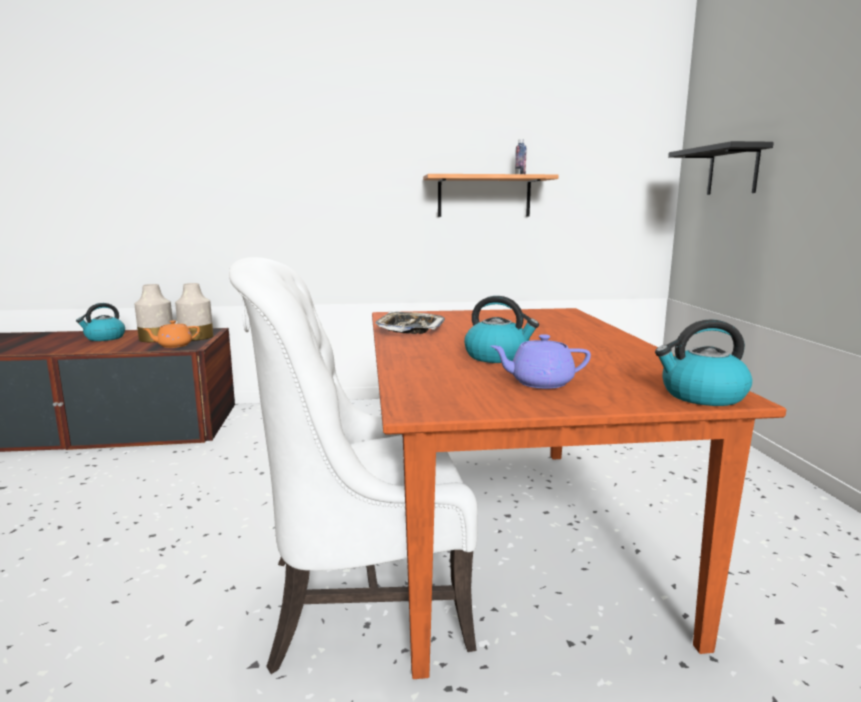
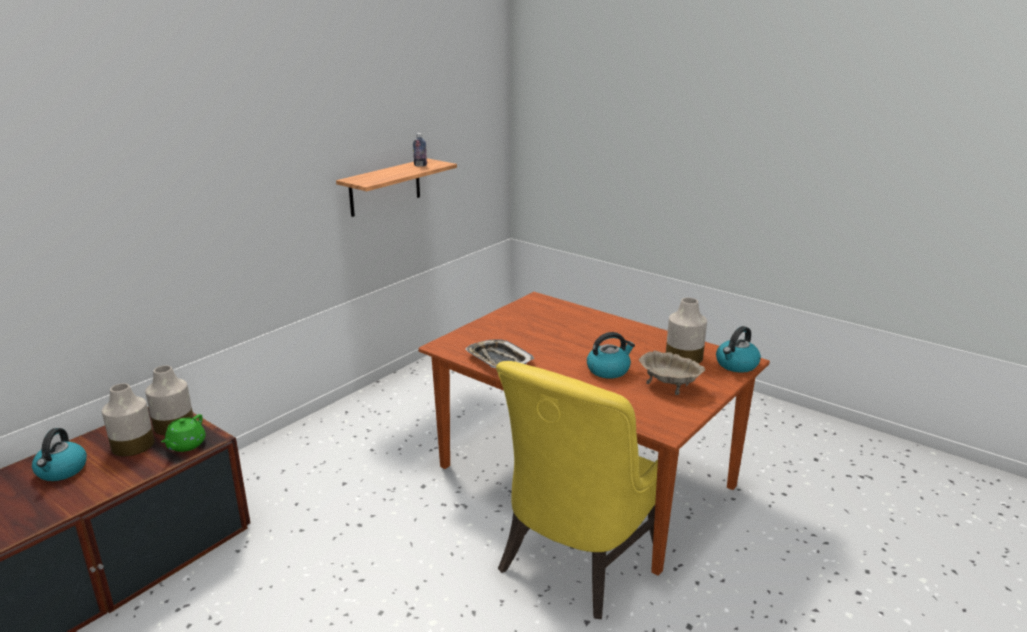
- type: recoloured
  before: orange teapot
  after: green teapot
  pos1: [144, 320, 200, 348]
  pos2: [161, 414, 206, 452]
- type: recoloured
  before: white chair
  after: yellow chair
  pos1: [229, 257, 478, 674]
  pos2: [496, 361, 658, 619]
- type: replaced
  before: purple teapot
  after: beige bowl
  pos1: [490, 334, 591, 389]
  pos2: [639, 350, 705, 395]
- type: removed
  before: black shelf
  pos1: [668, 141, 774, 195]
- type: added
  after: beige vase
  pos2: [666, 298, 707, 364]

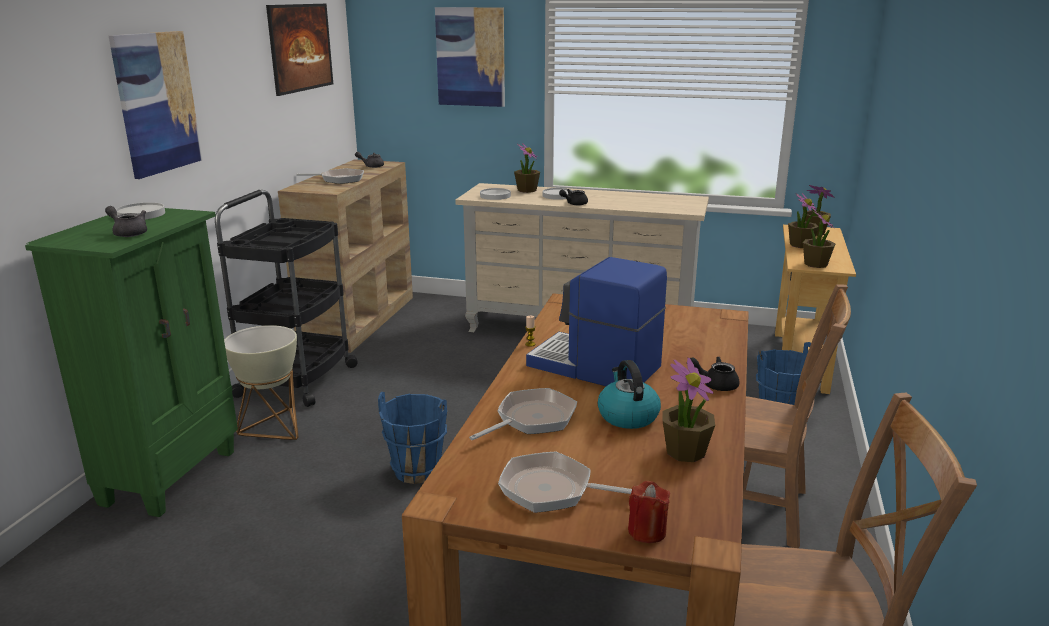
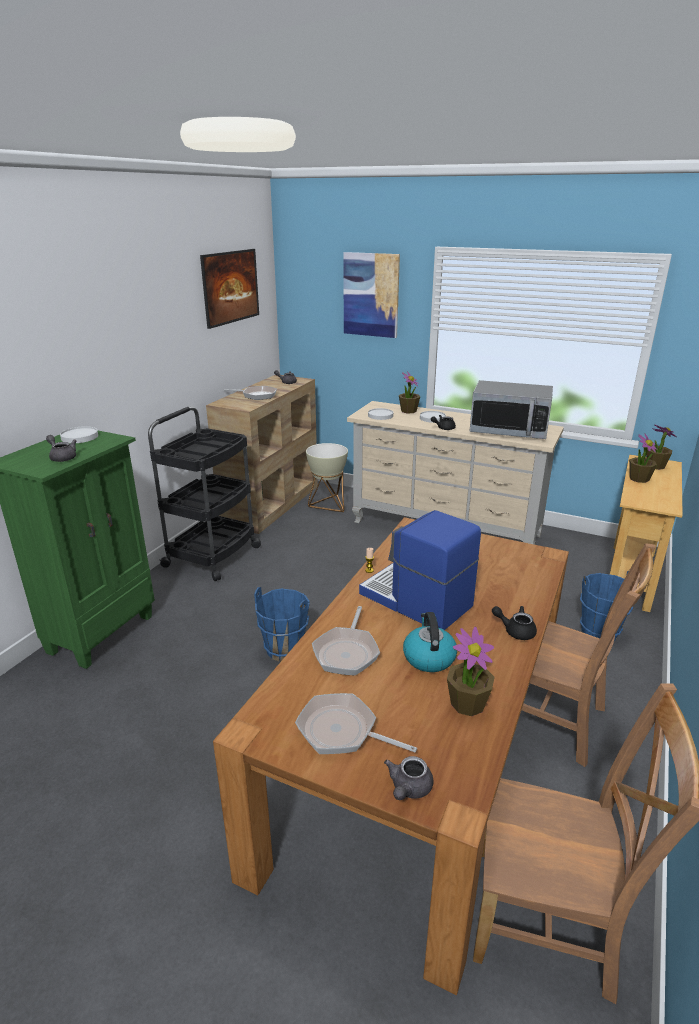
- type: removed
  before: picture
  pos1: [109, 31, 202, 179]
- type: moved
  before: planter
  pos1: [224, 325, 298, 440]
  pos2: [306, 443, 348, 512]
- type: turned
  before: frying pan
  pos1: [469, 388, 577, 440]
  pos2: [312, 606, 380, 676]
  turn: 135
- type: replaced
  before: red candle
  after: grey teapot
  pos1: [628, 481, 670, 543]
  pos2: [384, 756, 433, 800]
- type: removed
  before: potted plant
  pos1: [803, 208, 836, 268]
- type: added
  after: microwave
  pos2: [470, 380, 553, 439]

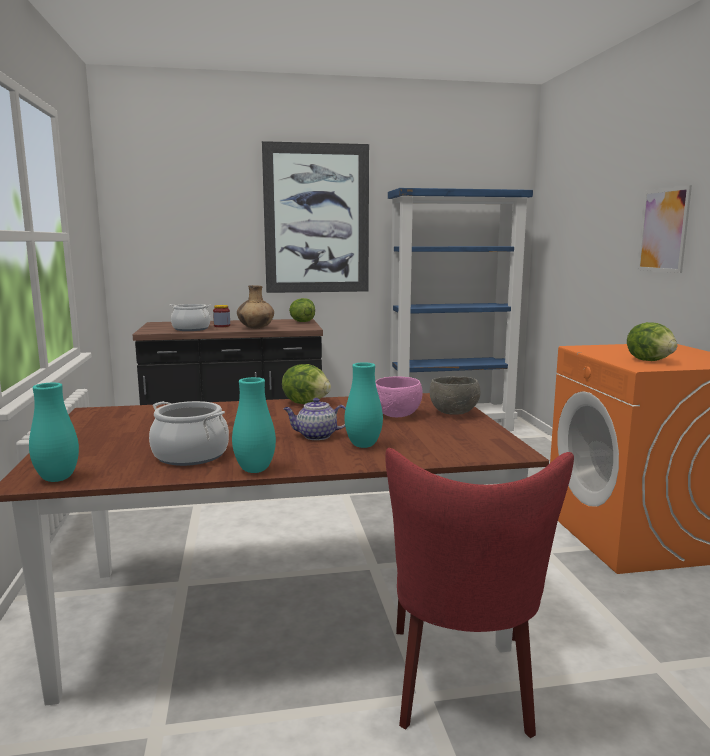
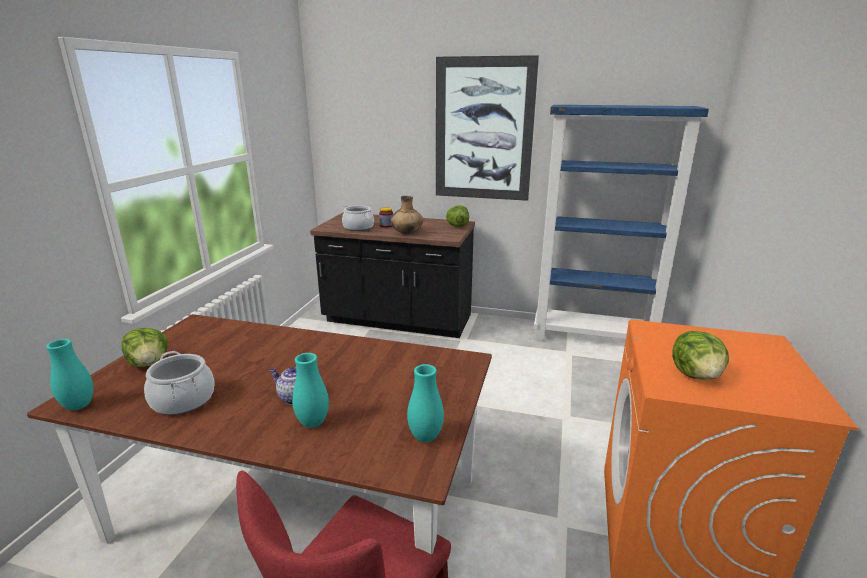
- type: moved
  before: turquoise vase
  pos1: [232, 377, 276, 473]
  pos2: [407, 364, 444, 442]
- type: moved
  before: lettuce
  pos1: [282, 364, 331, 404]
  pos2: [121, 328, 168, 368]
- type: removed
  before: pink bowl
  pos1: [375, 376, 423, 417]
- type: removed
  before: grey bowl
  pos1: [430, 376, 480, 415]
- type: removed
  before: picture
  pos1: [637, 185, 692, 273]

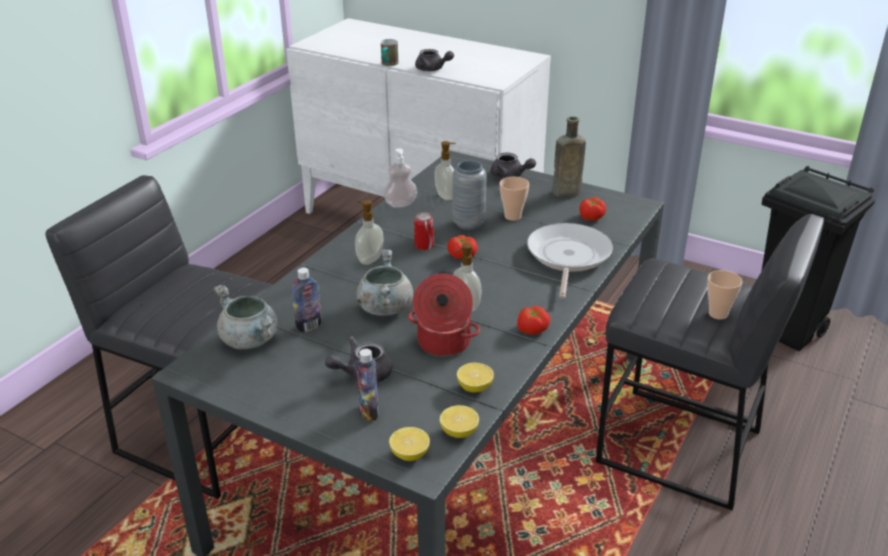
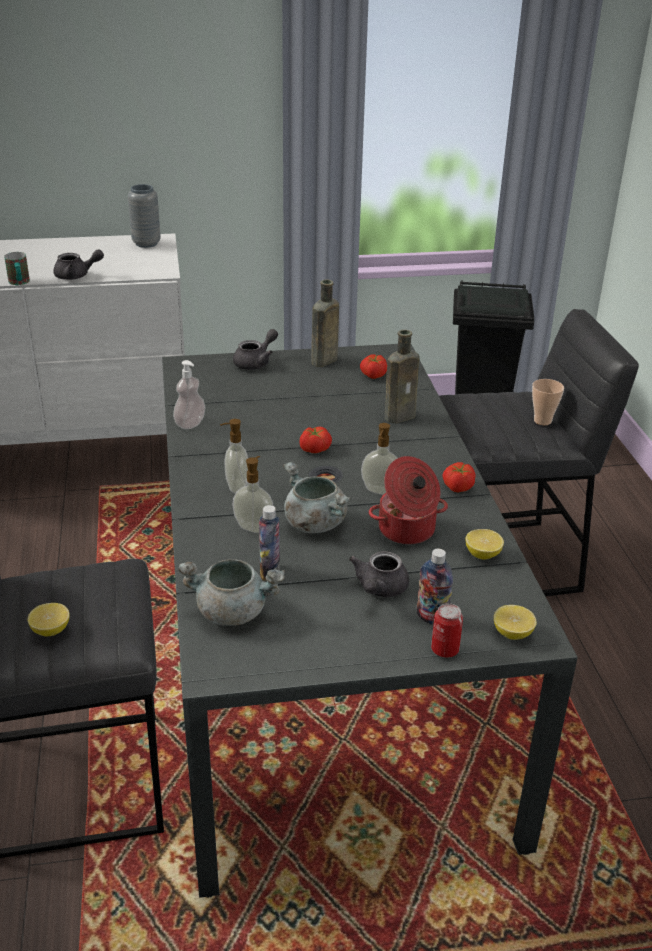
- type: moved
  before: can
  pos1: [414, 212, 434, 250]
  pos2: [431, 603, 463, 658]
- type: moved
  before: soap dispenser
  pos1: [435, 141, 456, 200]
  pos2: [233, 456, 274, 533]
- type: moved
  before: lemon
  pos1: [440, 405, 479, 438]
  pos2: [28, 603, 70, 636]
- type: moved
  before: grey vase
  pos1: [453, 160, 487, 230]
  pos2: [128, 184, 161, 248]
- type: turned
  before: grey teapot
  pos1: [491, 152, 536, 179]
  pos2: [233, 329, 278, 370]
  turn: -45
- type: removed
  before: cup
  pos1: [500, 177, 529, 221]
- type: replaced
  before: frying pan
  after: brown bottle
  pos1: [527, 223, 613, 299]
  pos2: [385, 330, 420, 423]

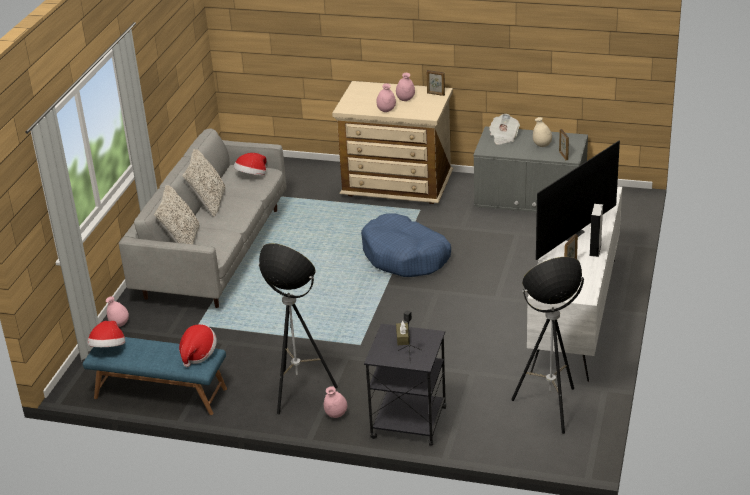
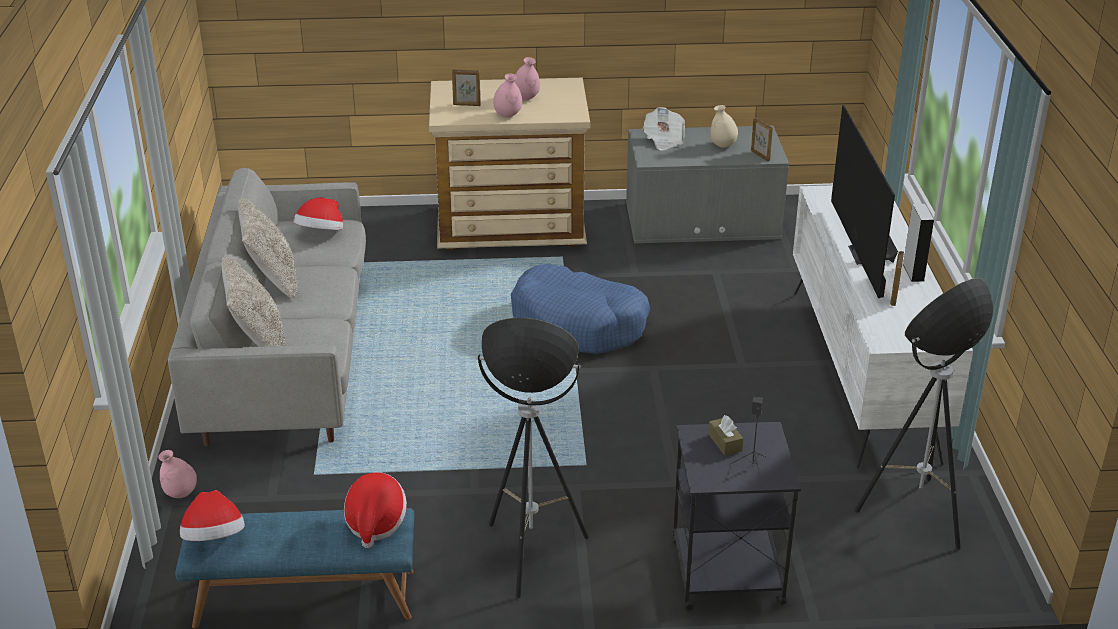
- type: removed
  before: pink vase
  pos1: [324, 386, 347, 418]
- type: moved
  before: picture frame
  pos1: [427, 70, 445, 96]
  pos2: [452, 69, 481, 106]
- type: turned
  before: television
  pos1: [536, 141, 620, 260]
  pos2: [831, 105, 898, 298]
  turn: 150

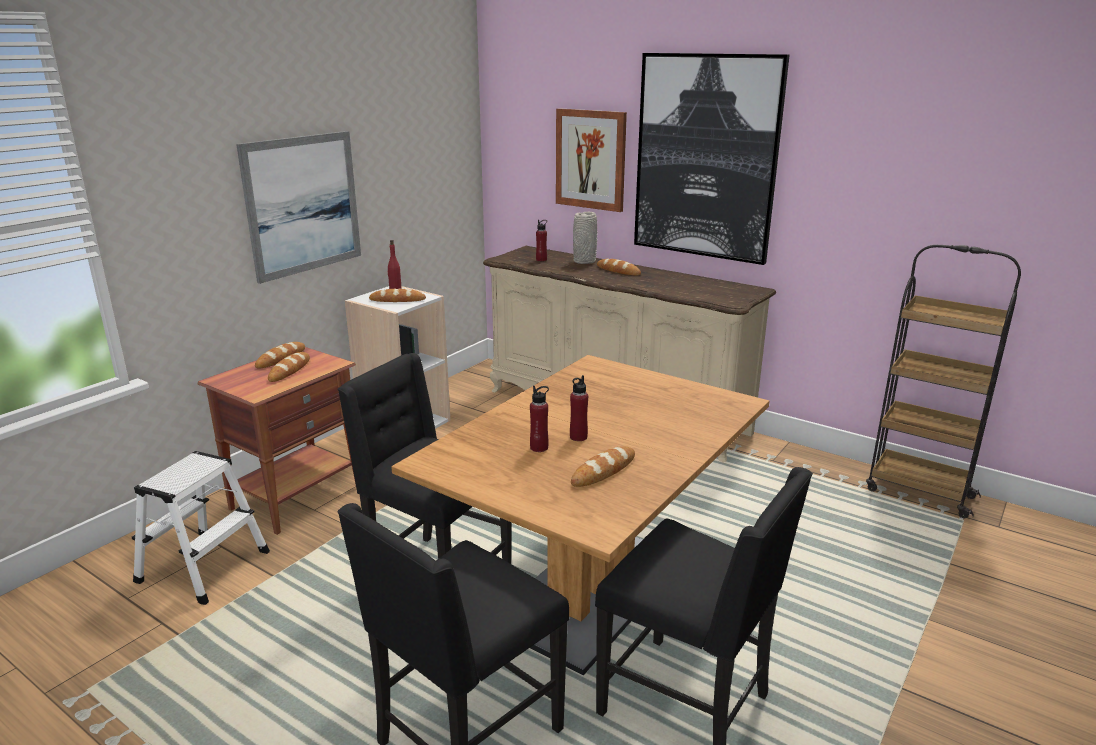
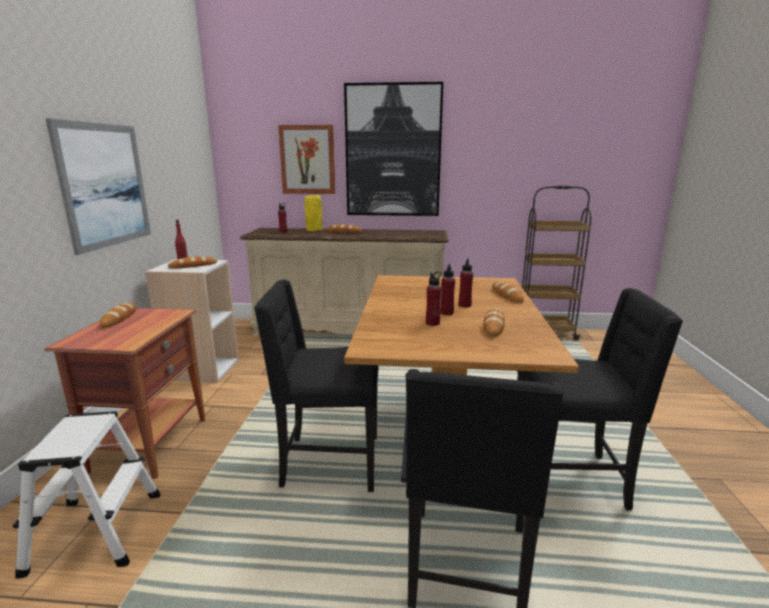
- type: moved
  before: bread
  pos1: [268, 352, 310, 382]
  pos2: [492, 282, 524, 303]
- type: recoloured
  before: grey vase
  after: yellow vase
  pos1: [573, 212, 597, 264]
  pos2: [305, 195, 322, 231]
- type: added
  after: red bottle
  pos2: [459, 258, 473, 308]

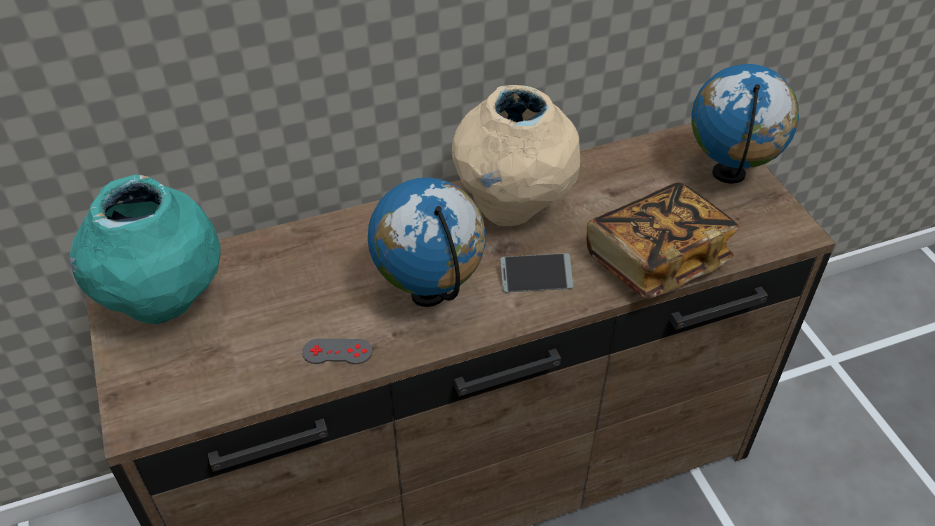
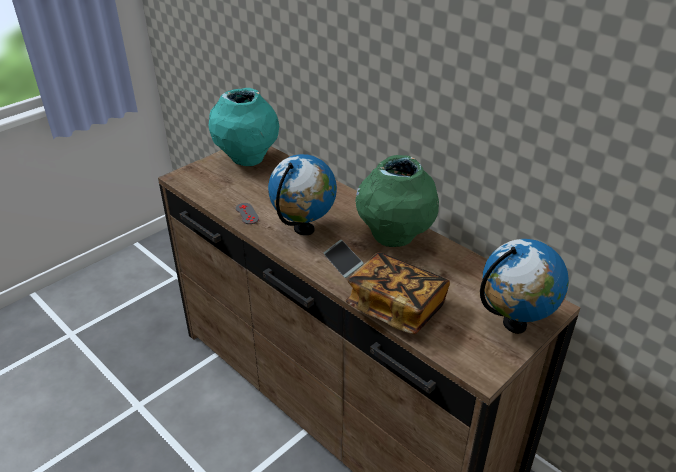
- type: recoloured
  before: beige vase
  after: green vase
  pos1: [452, 85, 580, 226]
  pos2: [356, 155, 439, 247]

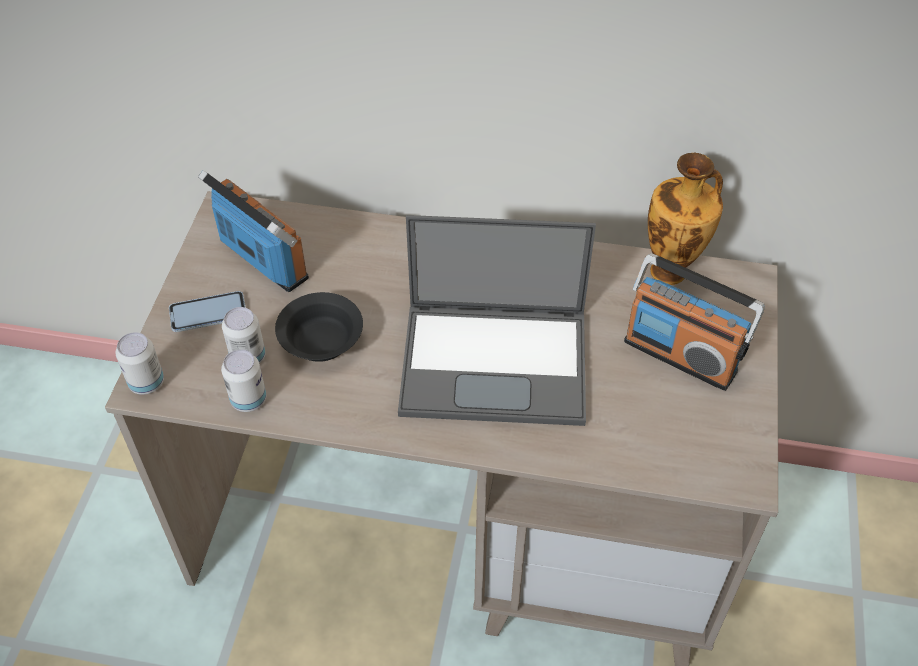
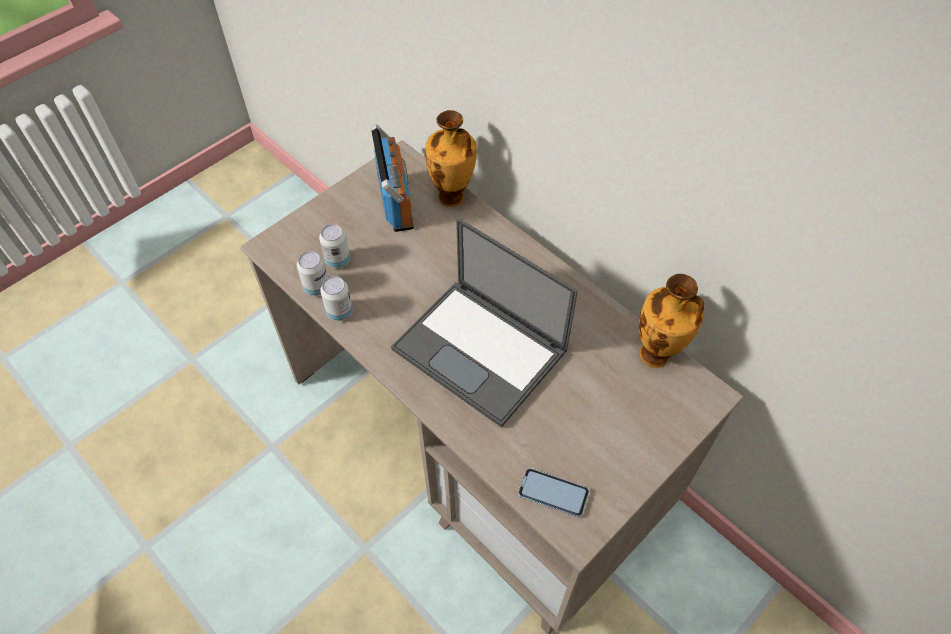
- type: moved
  before: can
  pos1: [116, 332, 164, 395]
  pos2: [320, 276, 353, 321]
- type: moved
  before: phone
  pos1: [169, 291, 246, 332]
  pos2: [518, 468, 589, 517]
- type: removed
  before: black bowl
  pos1: [275, 292, 363, 362]
- type: removed
  before: radio
  pos1: [624, 253, 765, 391]
- type: added
  after: vase
  pos2: [425, 110, 477, 207]

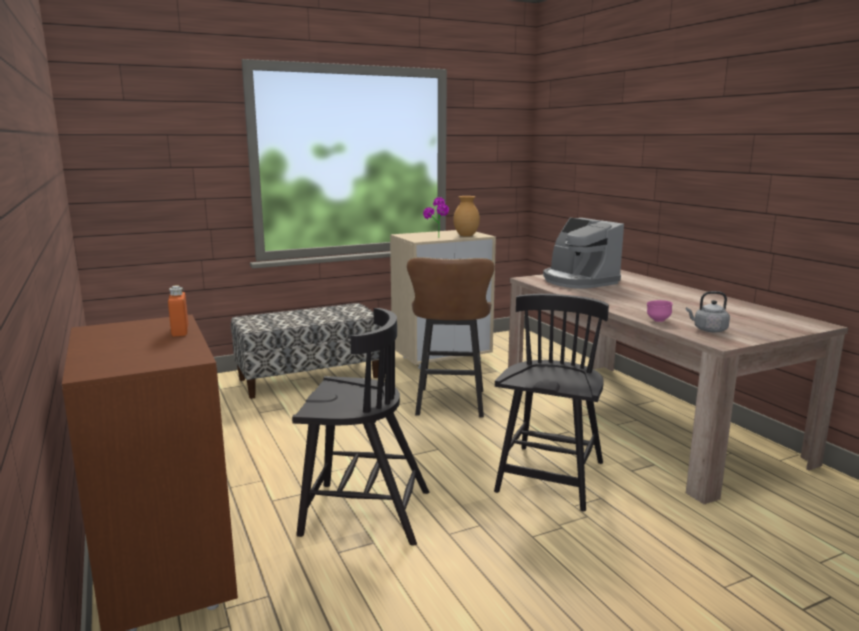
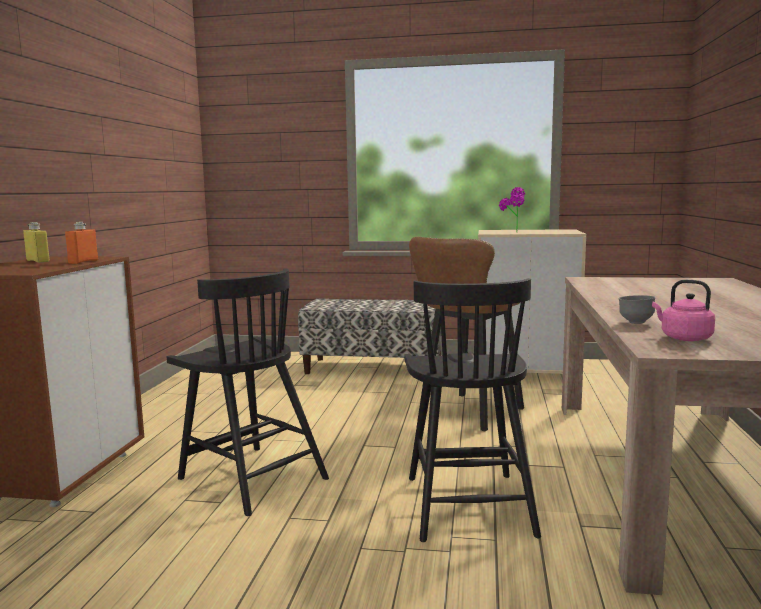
- type: removed
  before: brown vase
  pos1: [453, 196, 480, 237]
- type: turned
  before: black chair
  pos1: [494, 294, 609, 512]
  pos2: [404, 278, 541, 542]
  turn: 120
- type: removed
  before: coffee machine
  pos1: [543, 218, 624, 289]
- type: recoloured
  before: pink bowl
  after: grey bowl
  pos1: [647, 300, 673, 322]
  pos2: [618, 295, 655, 324]
- type: recoloured
  before: grey kettle
  after: pink kettle
  pos1: [686, 291, 730, 332]
  pos2: [652, 280, 715, 341]
- type: added
  after: yellow bottle
  pos2: [23, 222, 50, 263]

